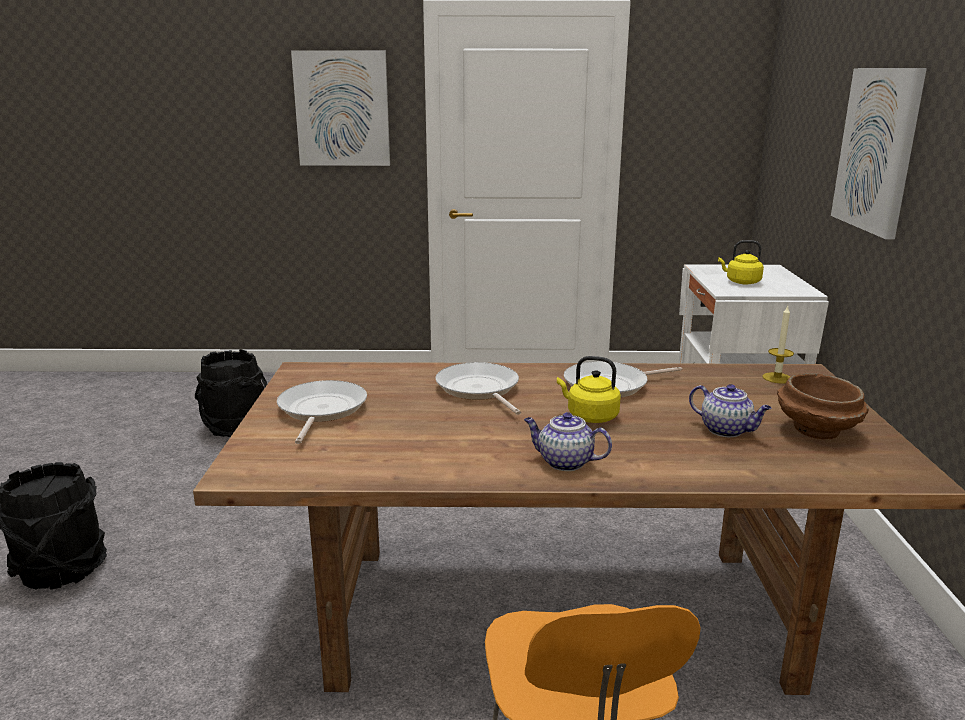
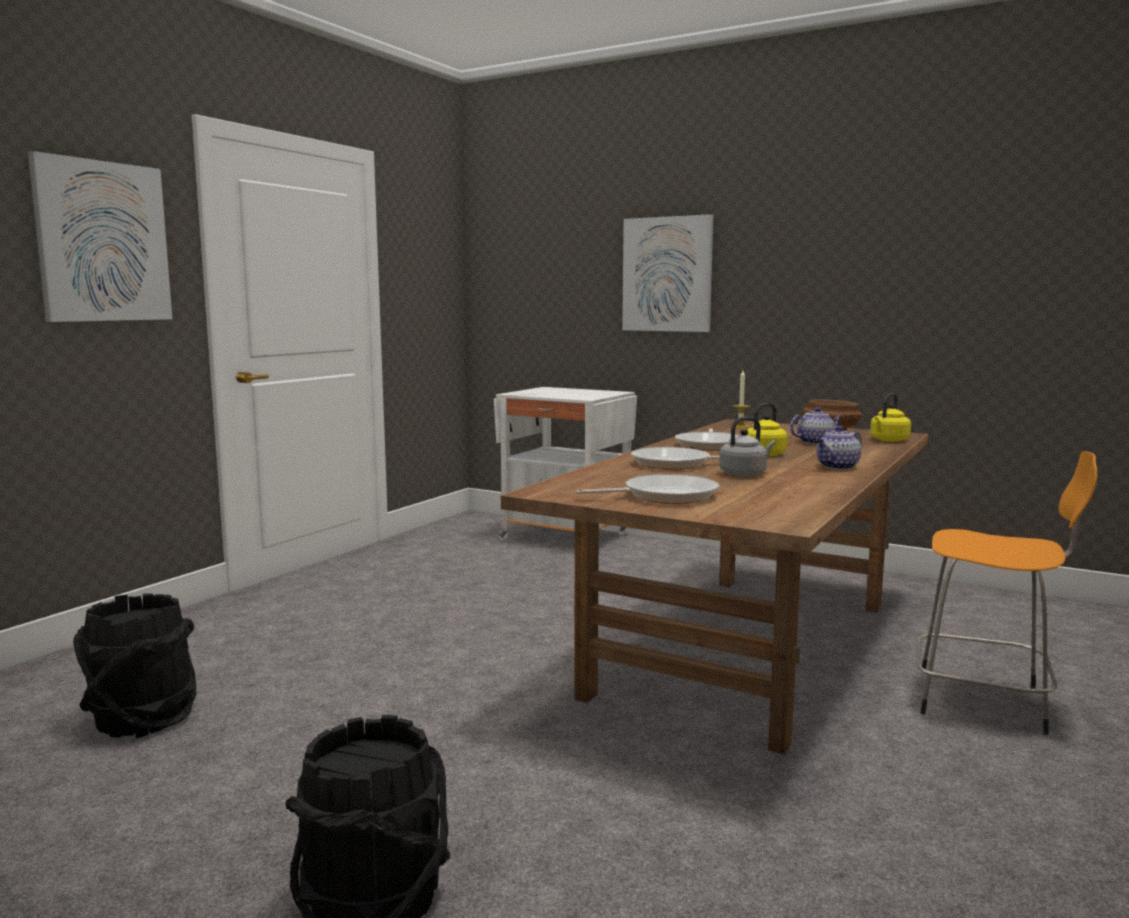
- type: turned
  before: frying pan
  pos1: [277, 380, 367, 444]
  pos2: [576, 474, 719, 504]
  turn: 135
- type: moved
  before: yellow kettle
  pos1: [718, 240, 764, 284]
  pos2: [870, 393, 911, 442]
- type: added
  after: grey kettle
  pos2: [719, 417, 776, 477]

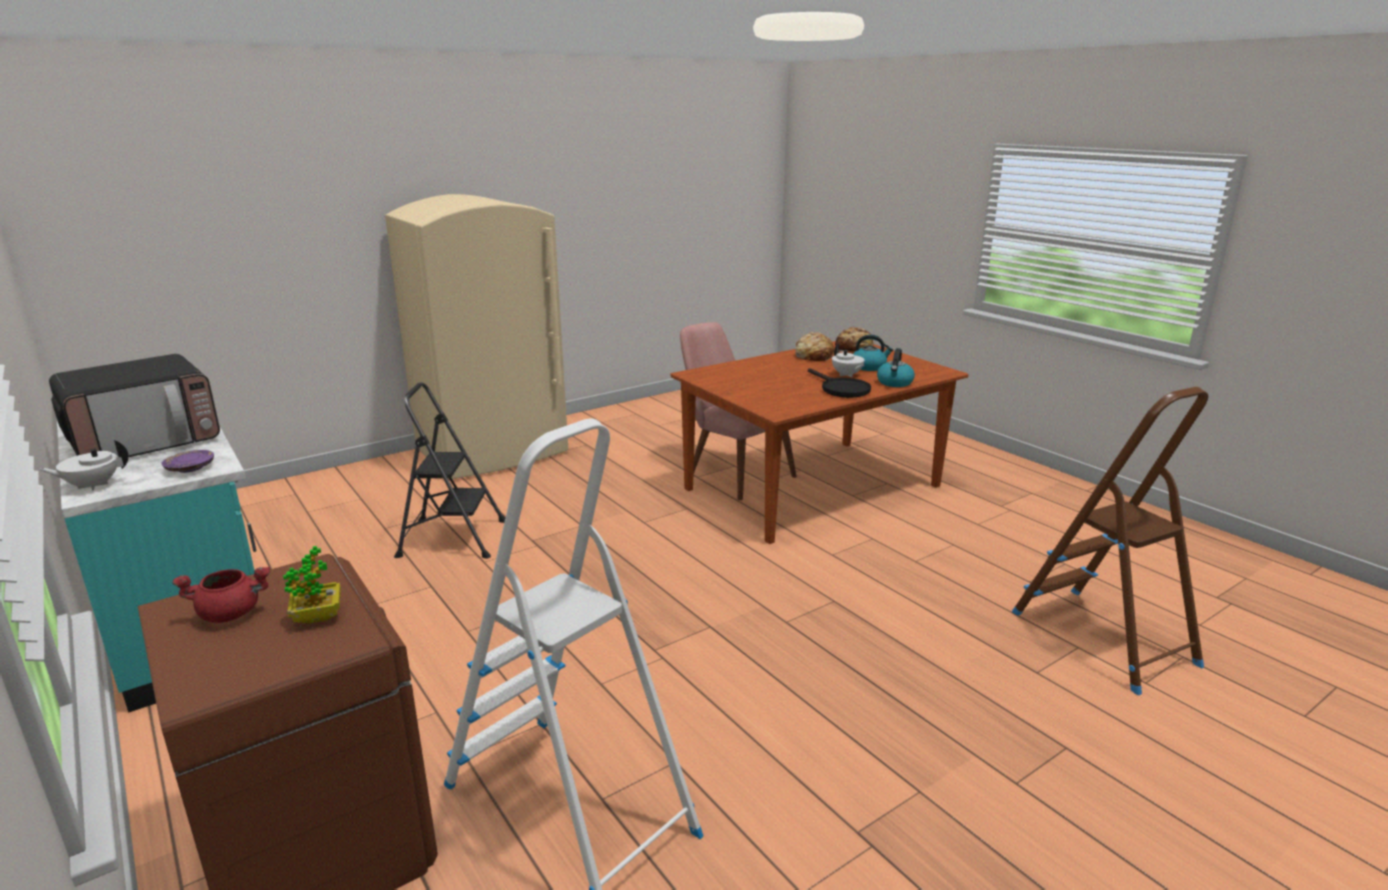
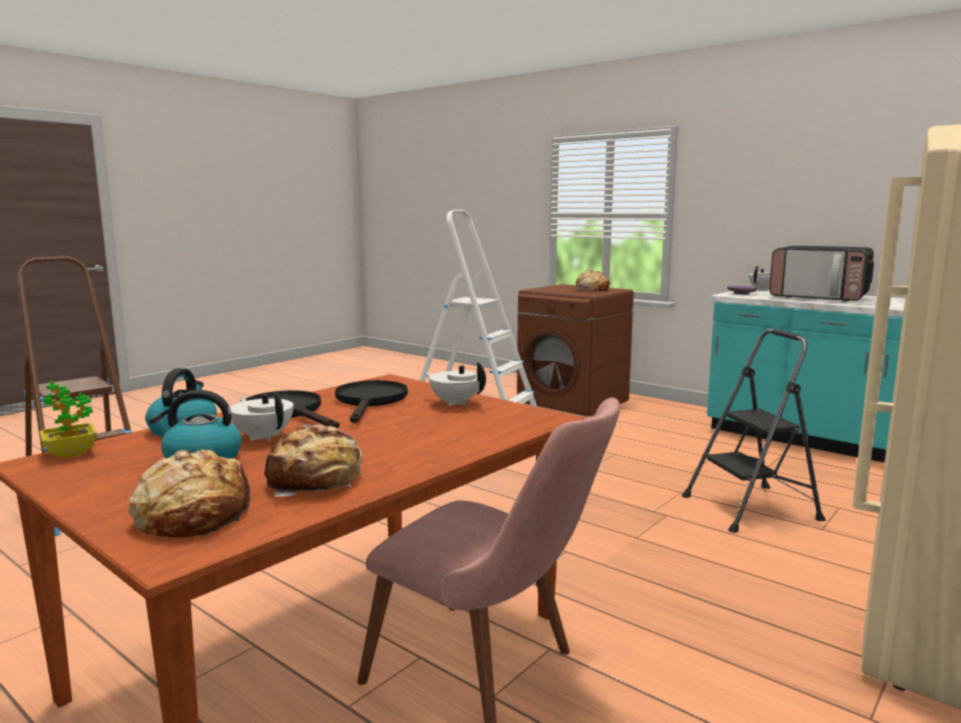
- type: turned
  before: microwave
  pos1: [49, 354, 220, 457]
  pos2: [769, 245, 874, 301]
  turn: -90
- type: replaced
  before: red cooking pot
  after: bread
  pos1: [172, 567, 270, 623]
  pos2: [574, 270, 610, 291]
- type: moved
  before: potted plant
  pos1: [283, 546, 341, 624]
  pos2: [40, 381, 98, 459]
- type: added
  after: black frying pan
  pos2: [335, 380, 408, 423]
- type: added
  after: white teapot
  pos2: [424, 362, 486, 406]

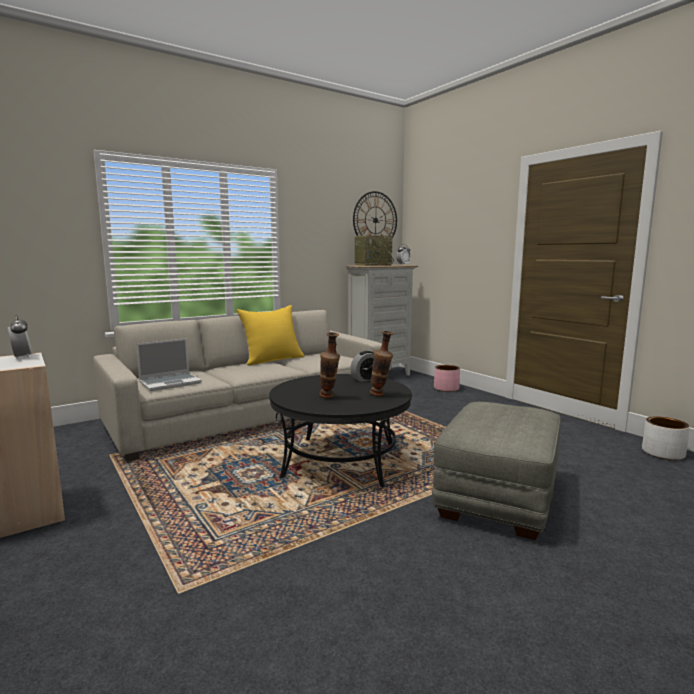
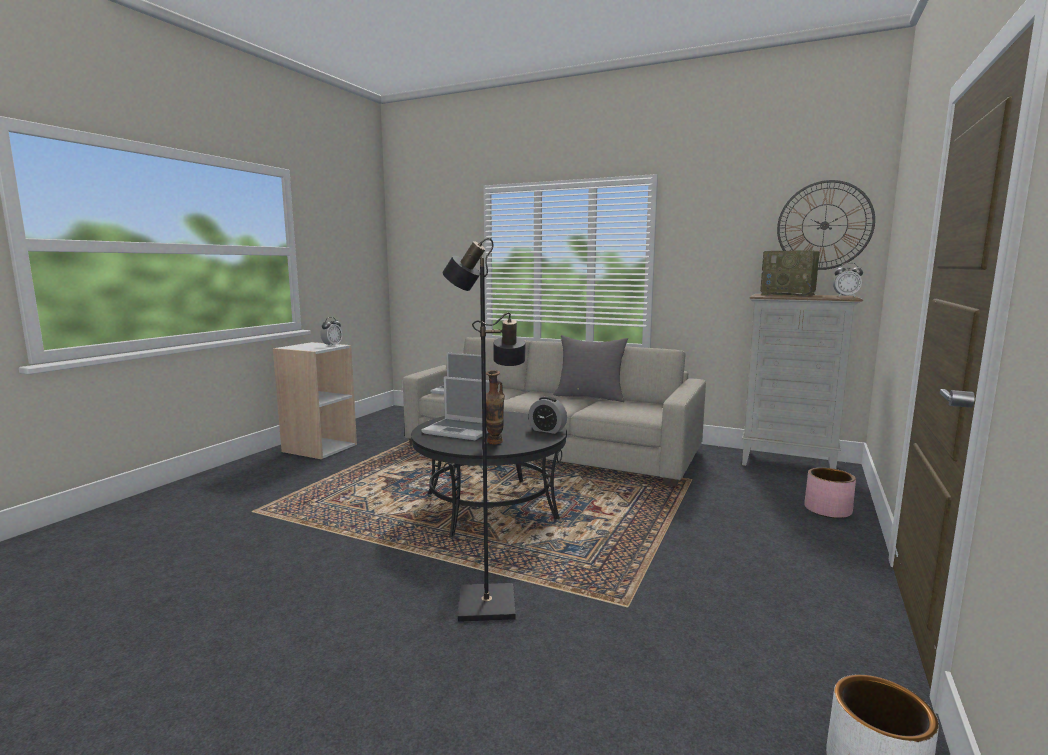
- type: recoloured
  before: yellow pillow
  after: grey pillow
  pos1: [236, 305, 305, 365]
  pos2: [553, 335, 628, 402]
- type: replaced
  before: vase
  after: laptop
  pos1: [319, 332, 340, 398]
  pos2: [422, 376, 490, 440]
- type: replaced
  before: grey ottoman
  after: black floor lamp
  pos1: [432, 402, 561, 540]
  pos2: [442, 238, 526, 622]

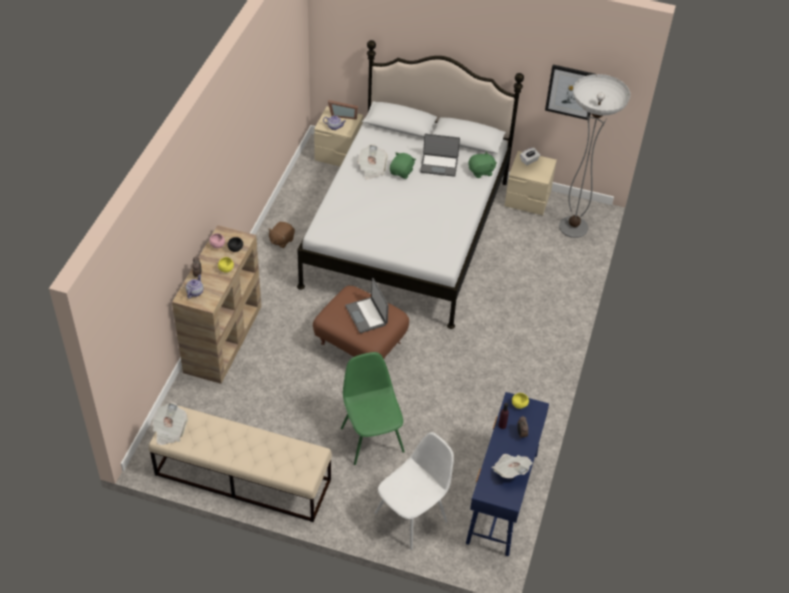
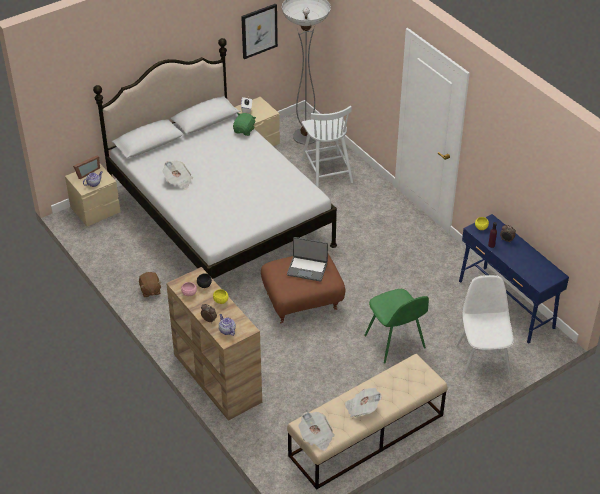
- type: turned
  before: green chair
  pos1: [341, 352, 405, 465]
  pos2: [364, 289, 429, 364]
  turn: -135
- type: removed
  before: green plush toy
  pos1: [390, 152, 416, 179]
- type: removed
  before: laptop
  pos1: [420, 134, 460, 177]
- type: moved
  before: newspaper
  pos1: [492, 454, 533, 478]
  pos2: [345, 388, 382, 417]
- type: added
  after: white chair
  pos2: [301, 106, 353, 188]

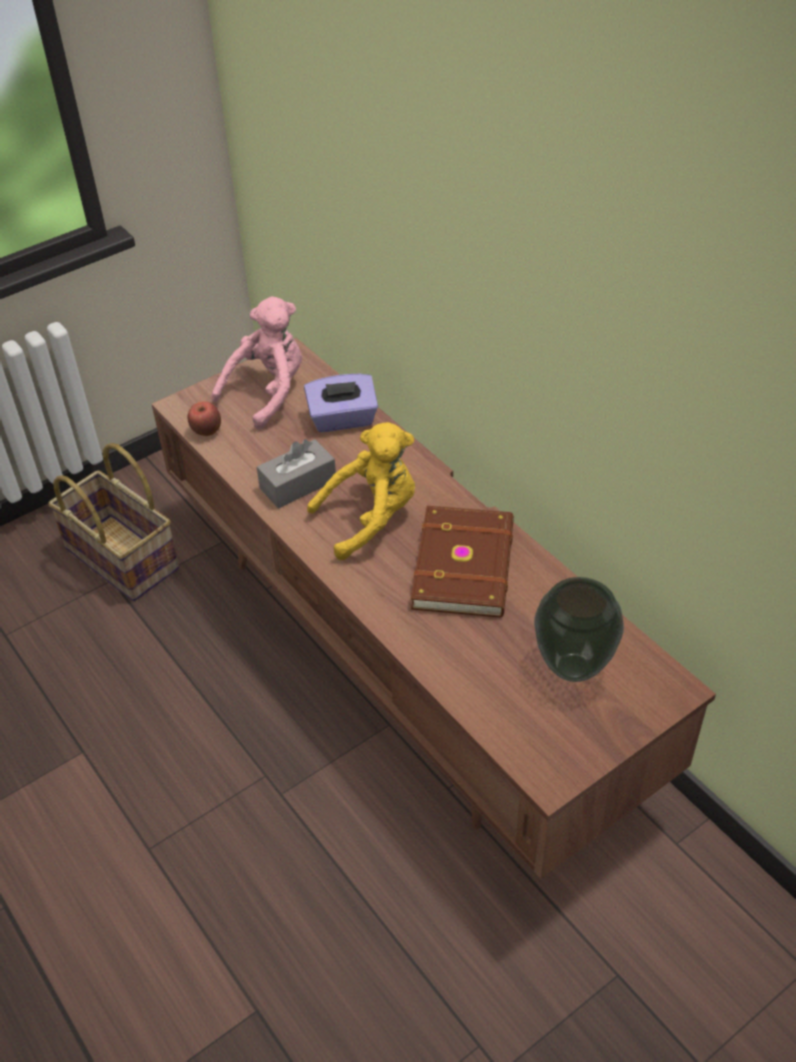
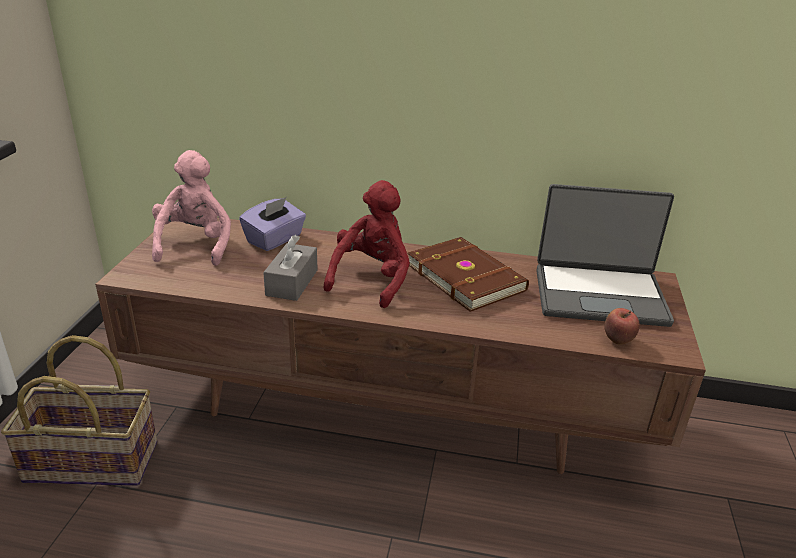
- type: moved
  before: apple
  pos1: [188, 401, 221, 436]
  pos2: [604, 308, 640, 344]
- type: recoloured
  before: yellow plush toy
  after: red plush toy
  pos1: [307, 422, 415, 560]
  pos2: [324, 180, 410, 308]
- type: replaced
  before: vase
  after: laptop
  pos1: [534, 577, 624, 682]
  pos2: [536, 184, 674, 327]

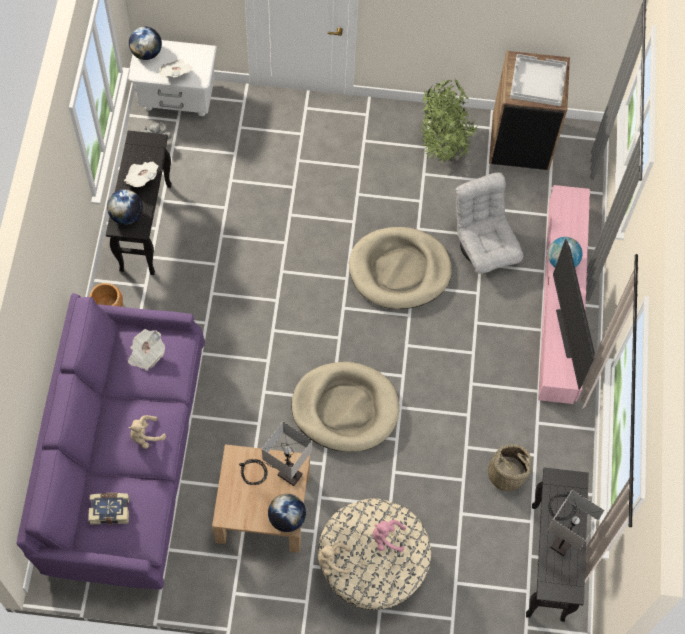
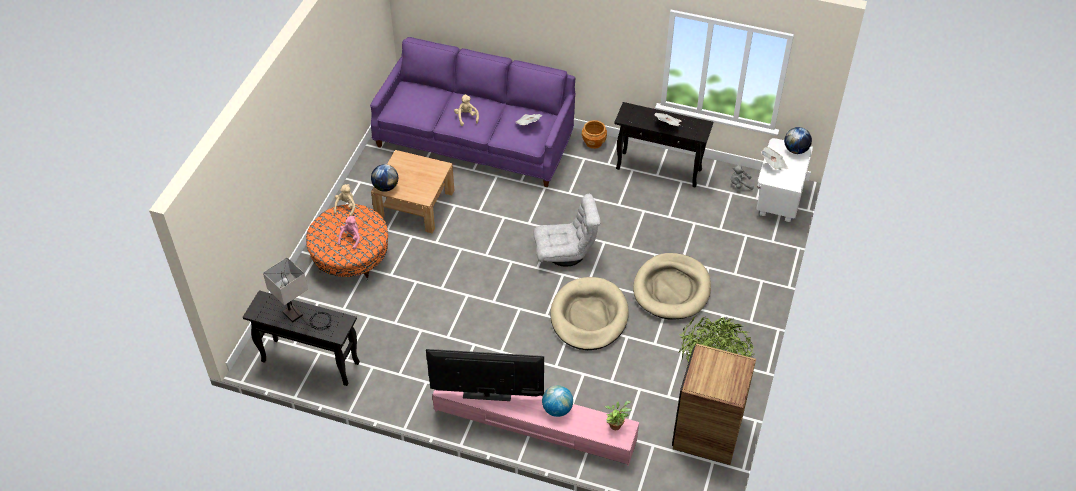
- type: removed
  before: book
  pos1: [88, 493, 129, 524]
- type: removed
  before: globe
  pos1: [107, 189, 143, 225]
- type: removed
  before: table lamp
  pos1: [239, 421, 312, 486]
- type: moved
  before: beige dog bed
  pos1: [291, 362, 399, 452]
  pos2: [633, 253, 711, 320]
- type: recoloured
  before: beige ottoman
  after: orange ottoman
  pos1: [318, 498, 431, 610]
  pos2: [306, 204, 388, 280]
- type: moved
  before: grey armchair
  pos1: [455, 173, 523, 274]
  pos2: [533, 194, 601, 267]
- type: removed
  before: basket
  pos1: [482, 444, 534, 491]
- type: removed
  before: white tray
  pos1: [510, 54, 567, 106]
- type: added
  after: potted plant
  pos2: [605, 401, 632, 430]

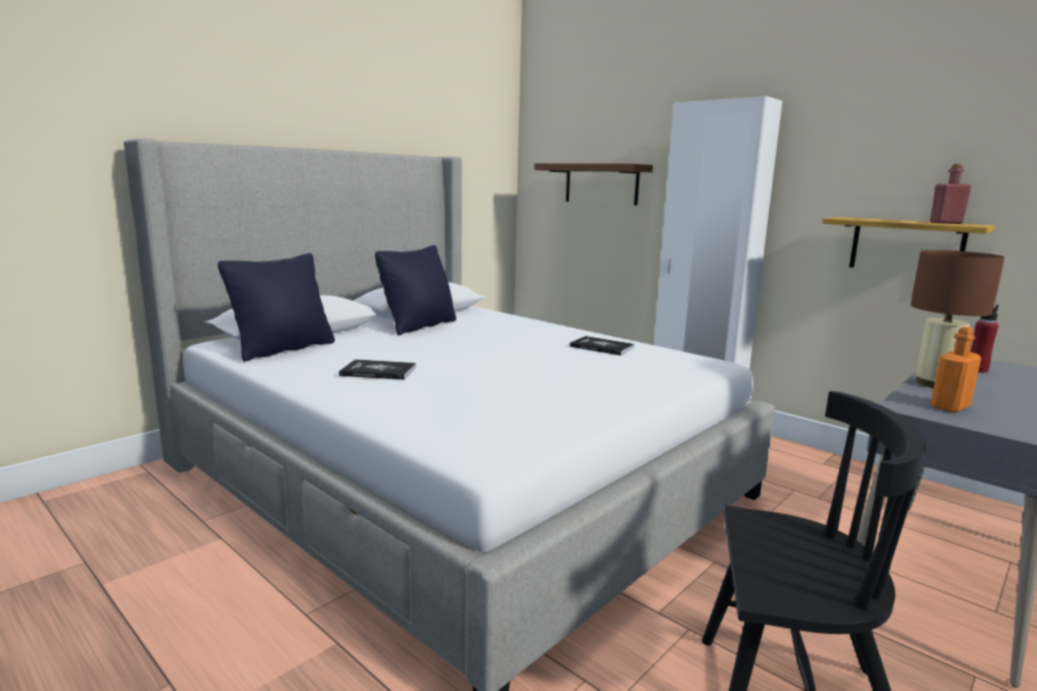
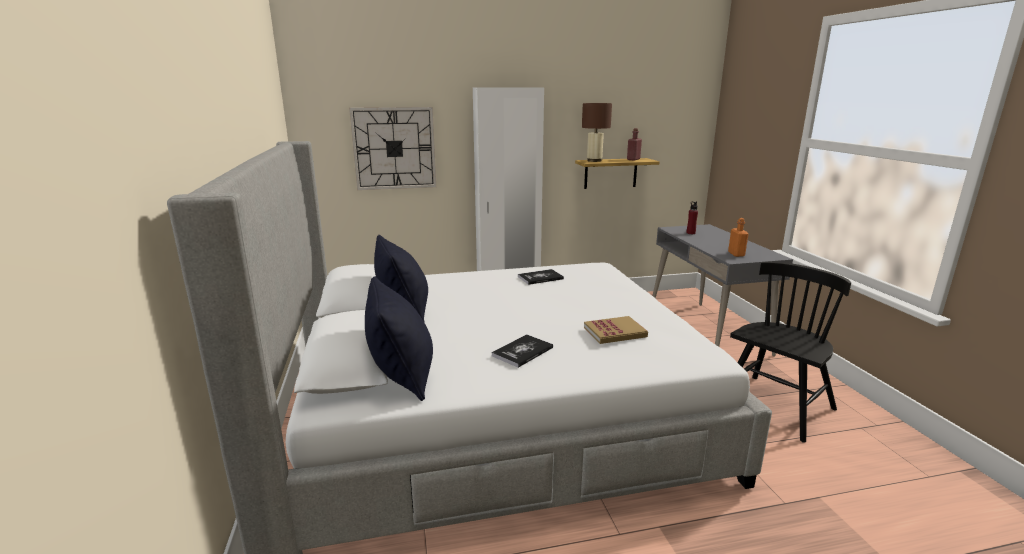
- type: replaced
  before: brown shelf
  after: wall clock
  pos1: [534, 163, 653, 205]
  pos2: [349, 107, 436, 190]
- type: moved
  before: brown table lamp
  pos1: [911, 250, 1004, 388]
  pos2: [582, 103, 612, 162]
- type: added
  after: book
  pos2: [584, 316, 648, 344]

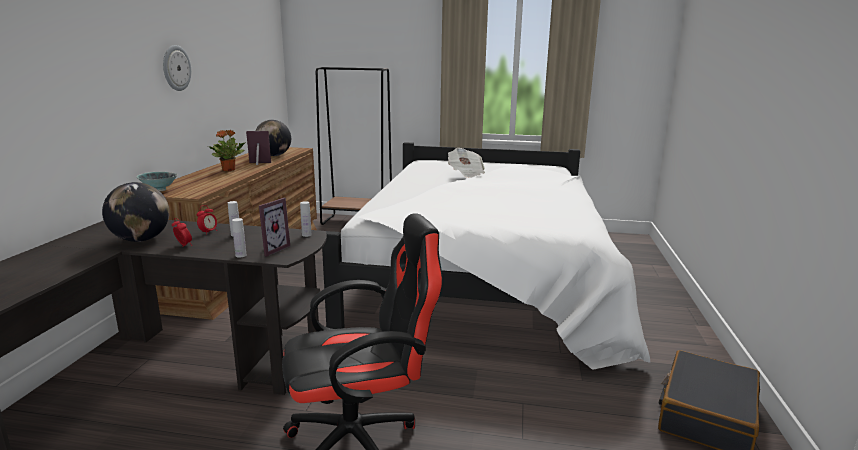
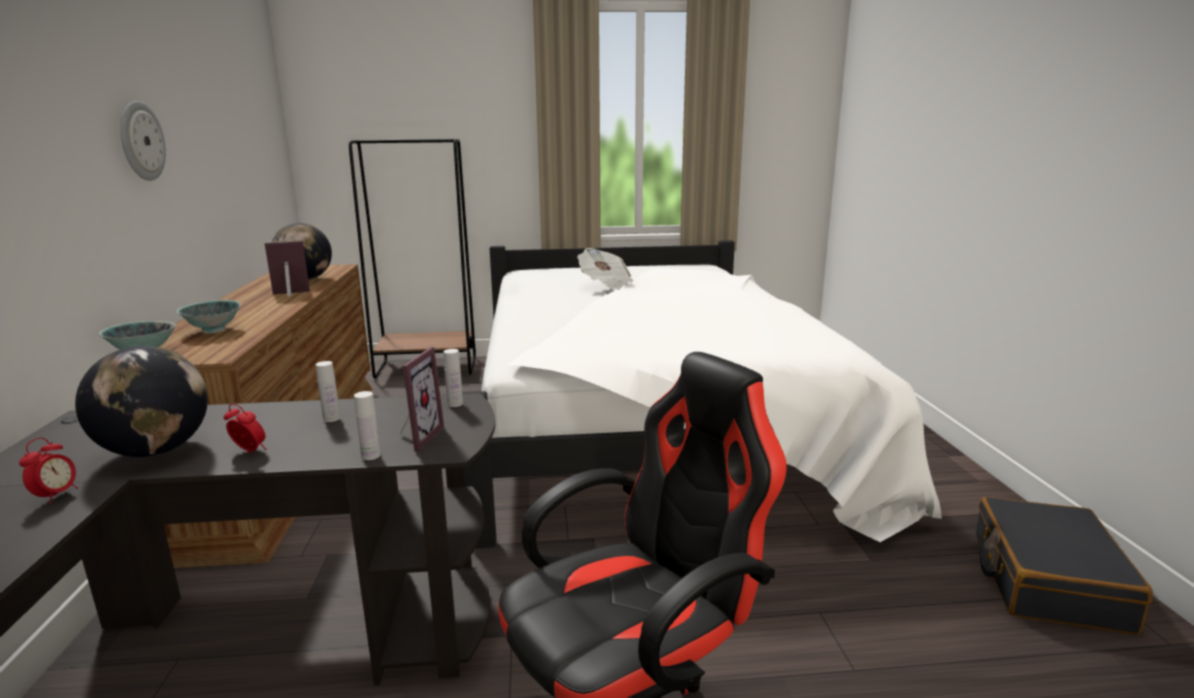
- type: moved
  before: alarm clock
  pos1: [196, 205, 217, 235]
  pos2: [19, 438, 78, 503]
- type: removed
  before: potted plant
  pos1: [208, 130, 246, 172]
- type: added
  after: bowl
  pos2: [177, 300, 241, 334]

